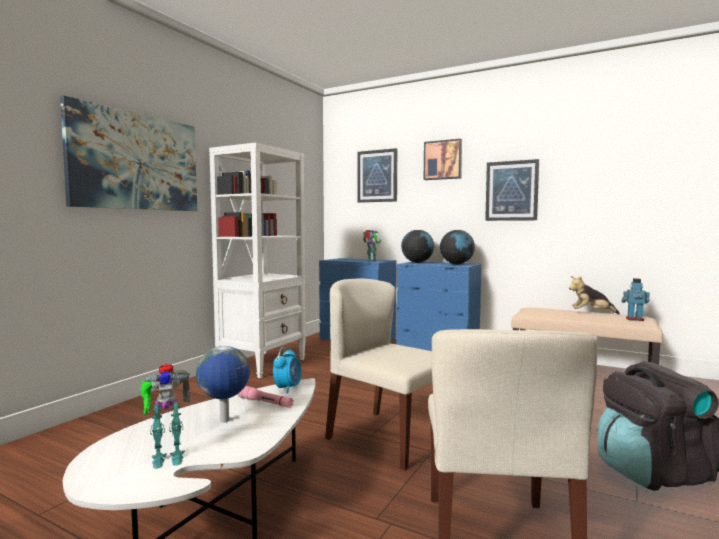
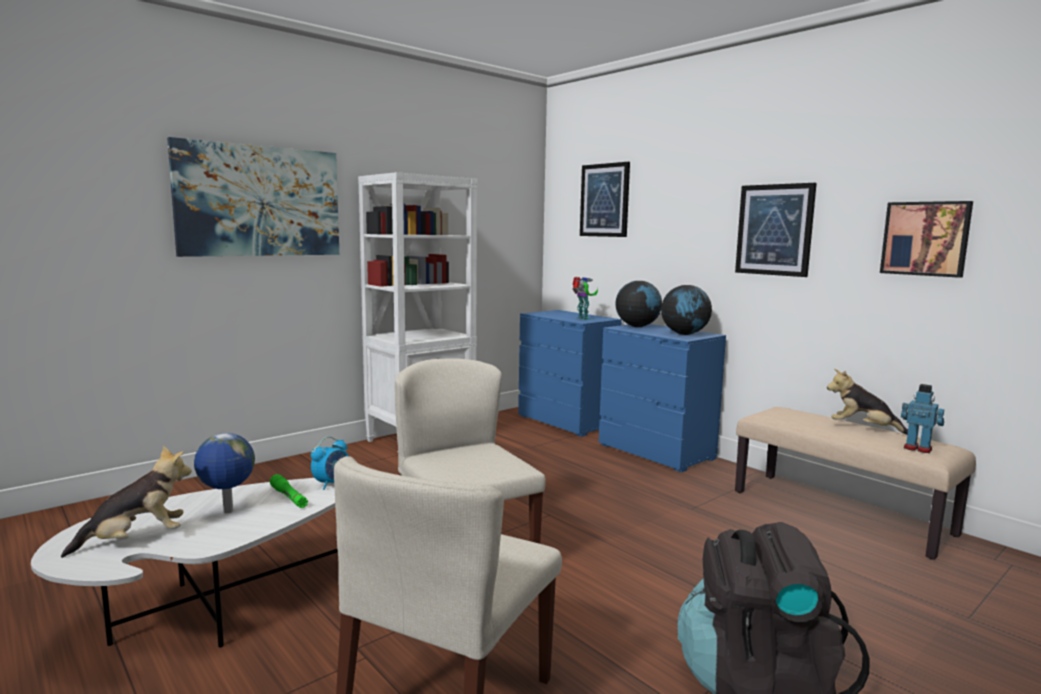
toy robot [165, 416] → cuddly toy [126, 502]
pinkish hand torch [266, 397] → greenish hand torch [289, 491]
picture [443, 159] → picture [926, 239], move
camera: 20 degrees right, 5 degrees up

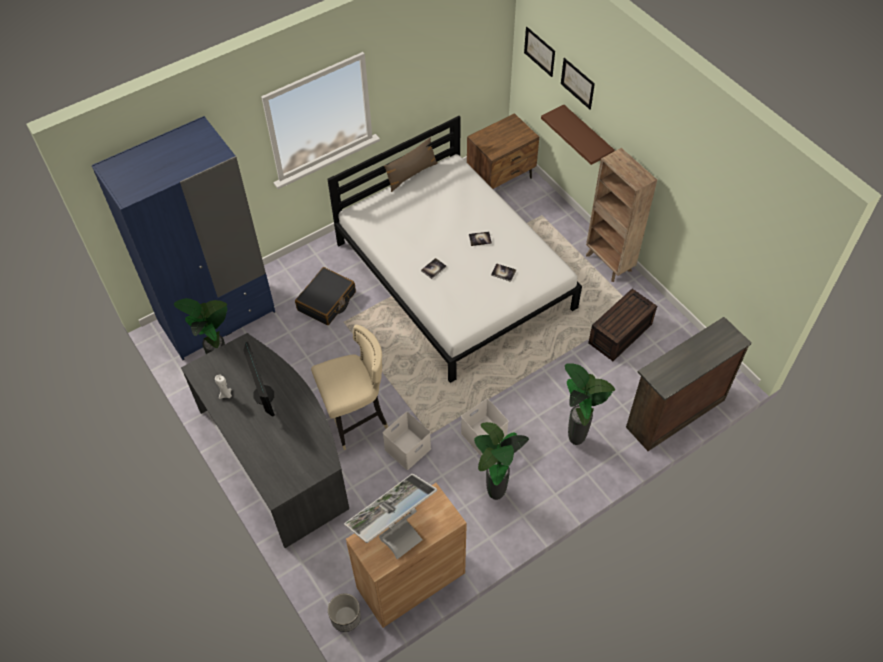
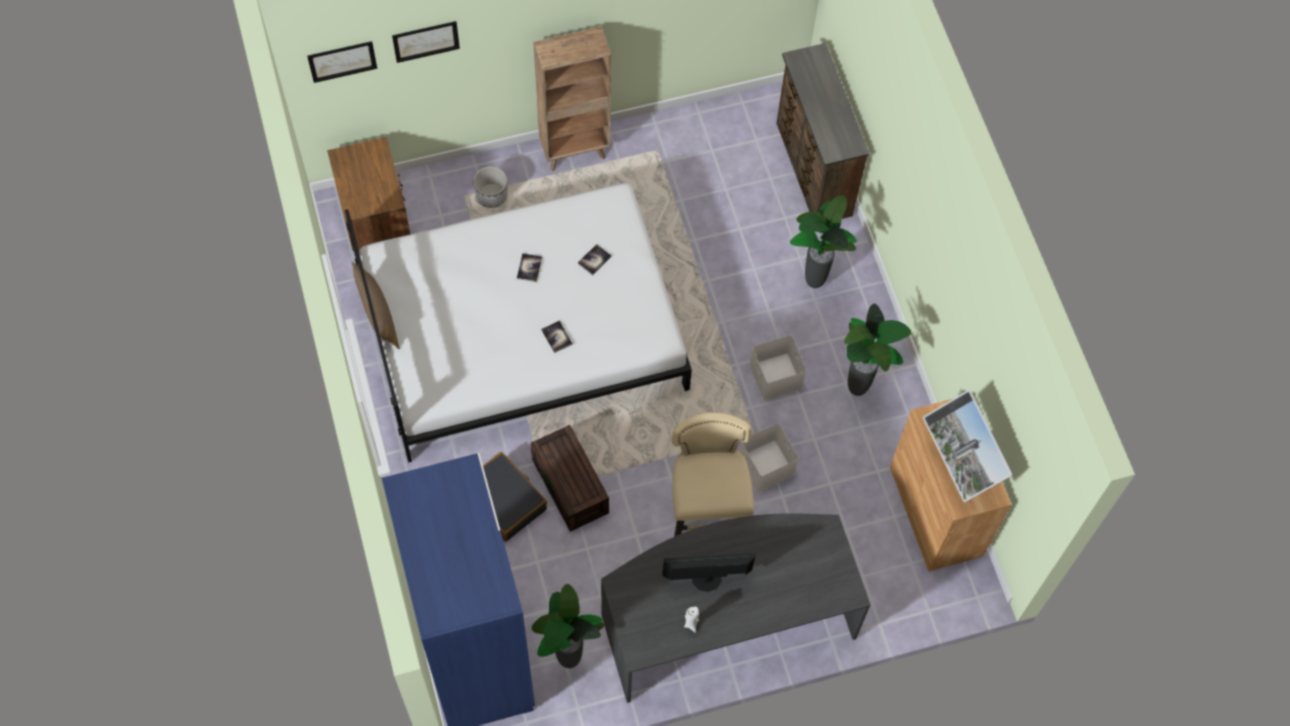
flower pot [344, 612] → flower pot [490, 187], move
brown-coloured storage box [622, 325] → brown-coloured storage box [570, 478], move
brown-coloured bracket shelf [578, 135] → -
camera: 75 degrees left, 10 degrees up

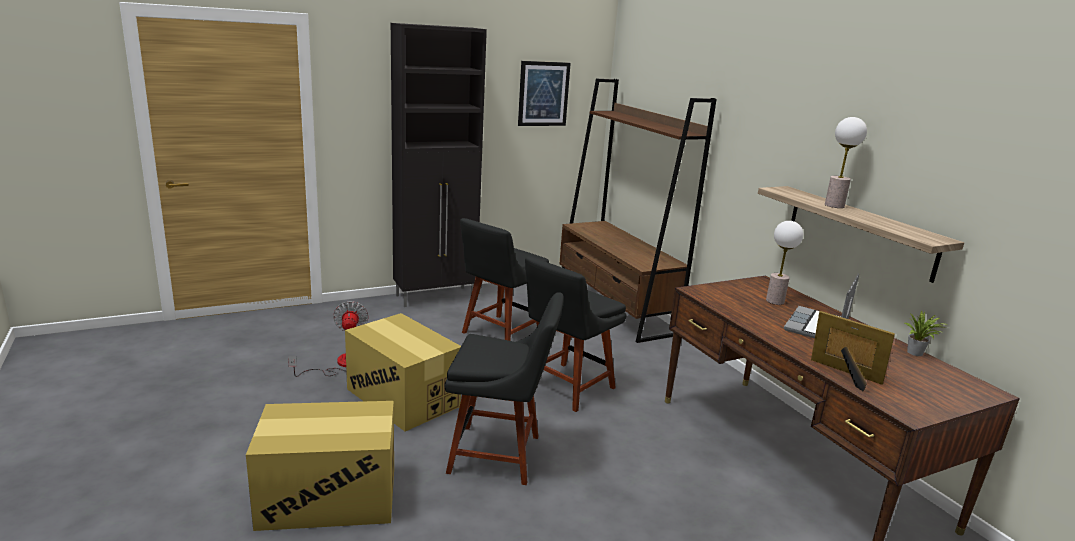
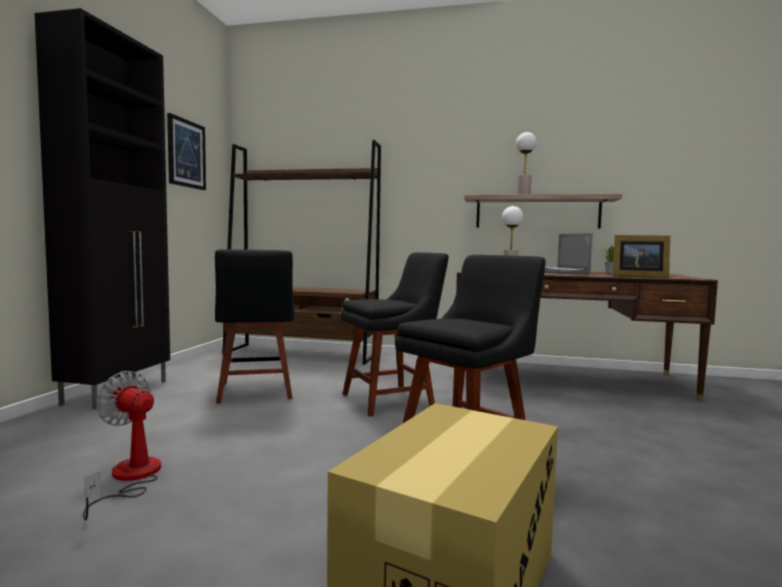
blackish plain chair [575, 334] → blackish plain chair [395, 334], 105 degrees counterclockwise
photo frame [853, 351] → photo frame [641, 256], 150 degrees counterclockwise
carton [403, 372] → -
camera: 50 degrees left, 15 degrees down

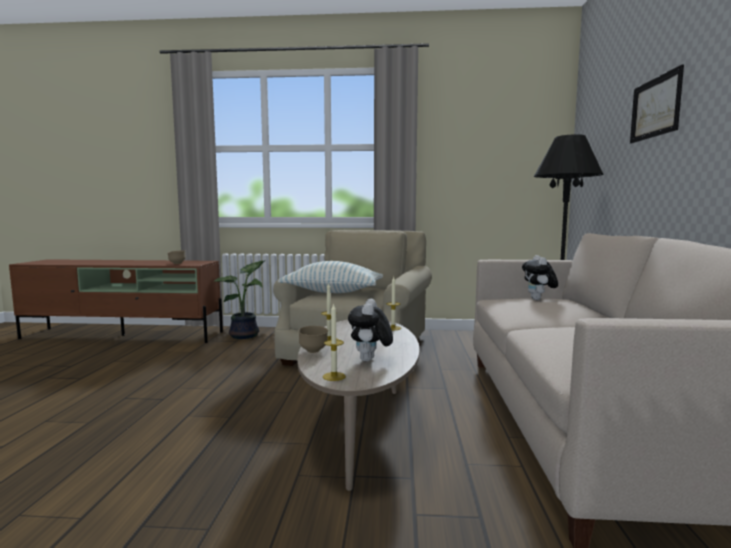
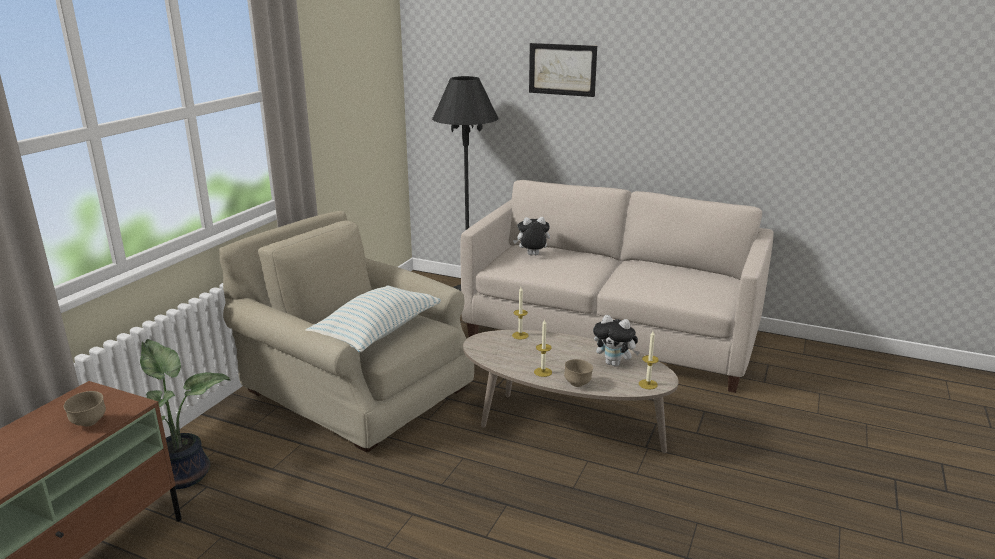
cuddly toy [540, 277] → cuddly toy [531, 236], 150 degrees clockwise
camera: 70 degrees left, 15 degrees up

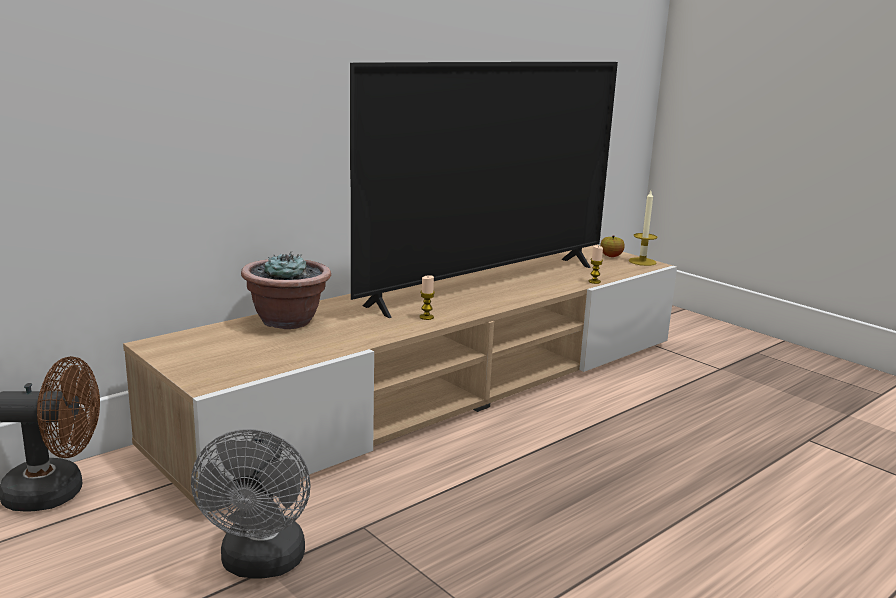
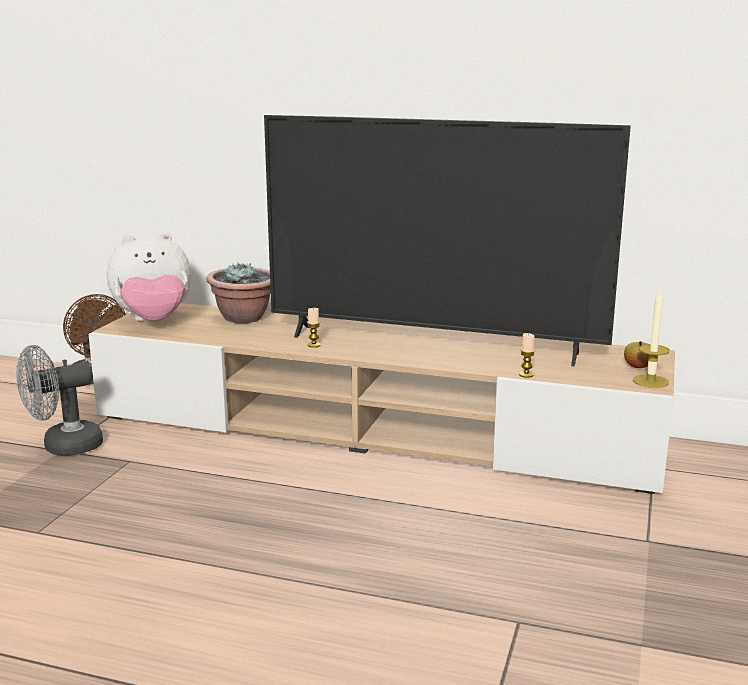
- → cuddly toy [149, 276]
camera: 60 degrees right, 0 degrees up

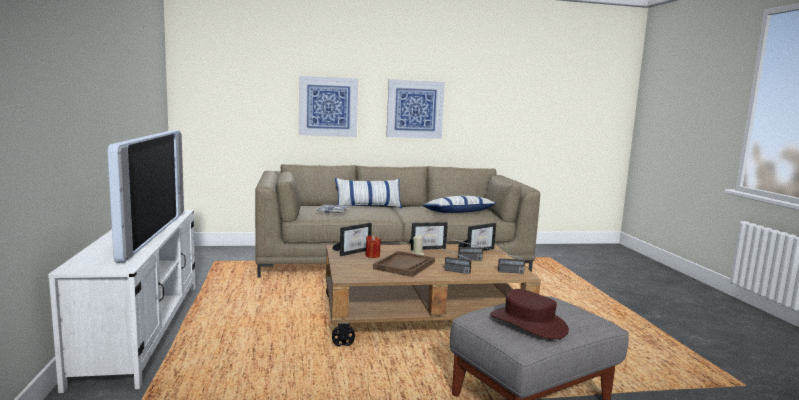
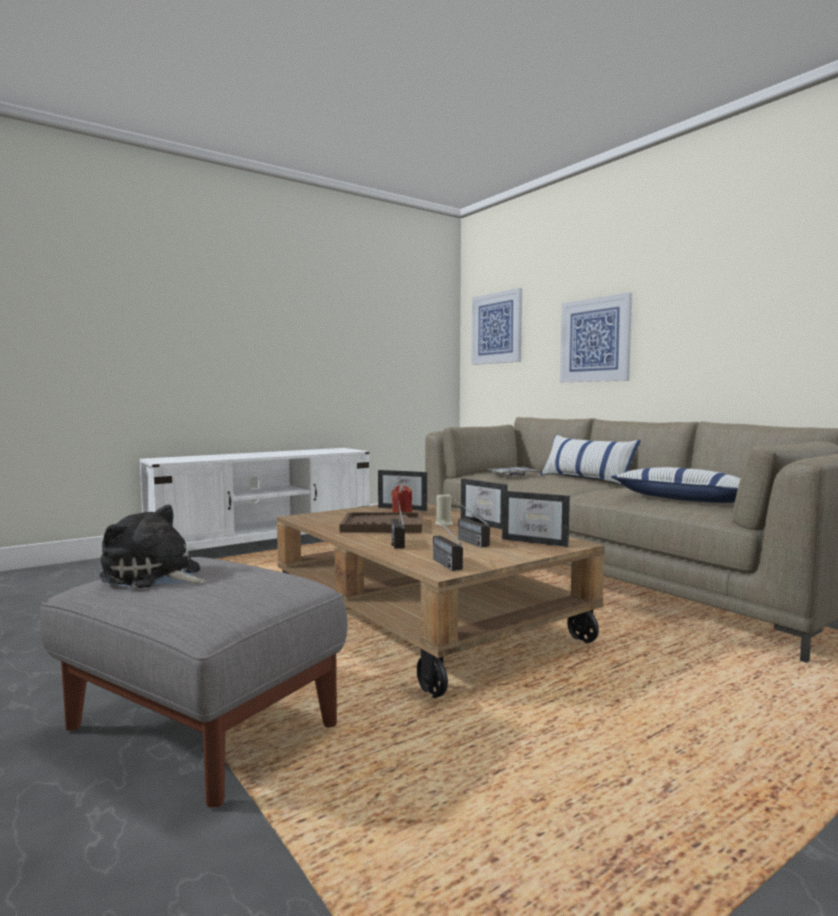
brown-coloured hat [529, 314] → cuddly toy [153, 546]
picture [415, 109] → picture [497, 326], move
TV set [146, 196] → -
camera: 65 degrees right, 5 degrees down

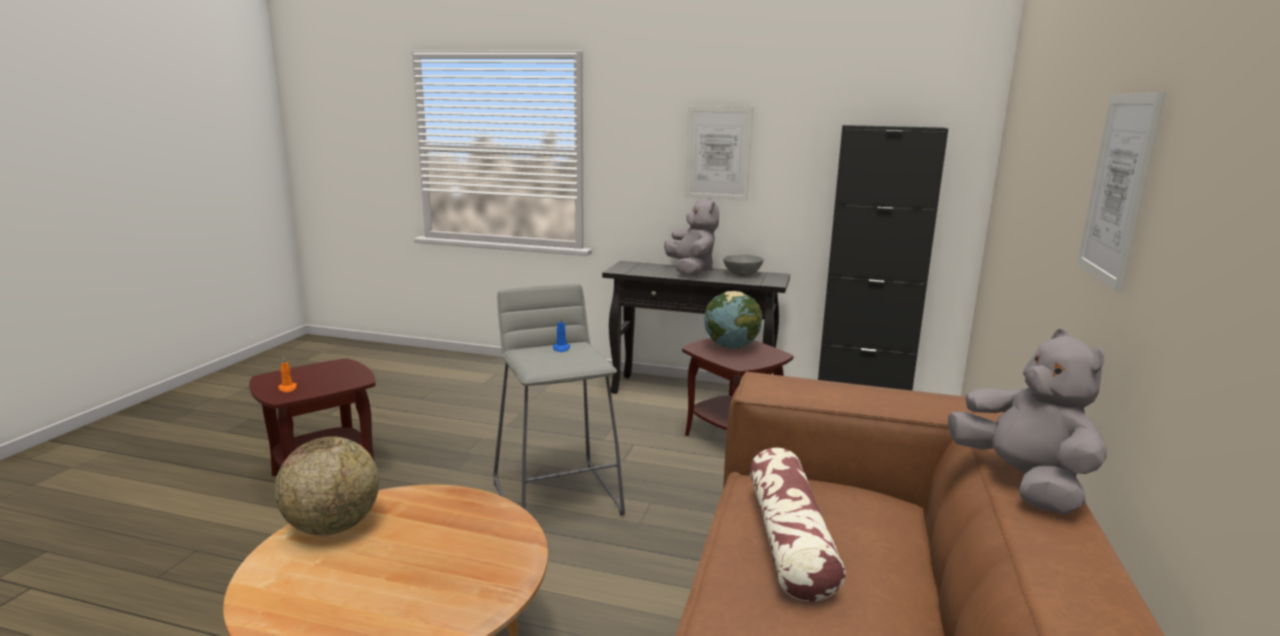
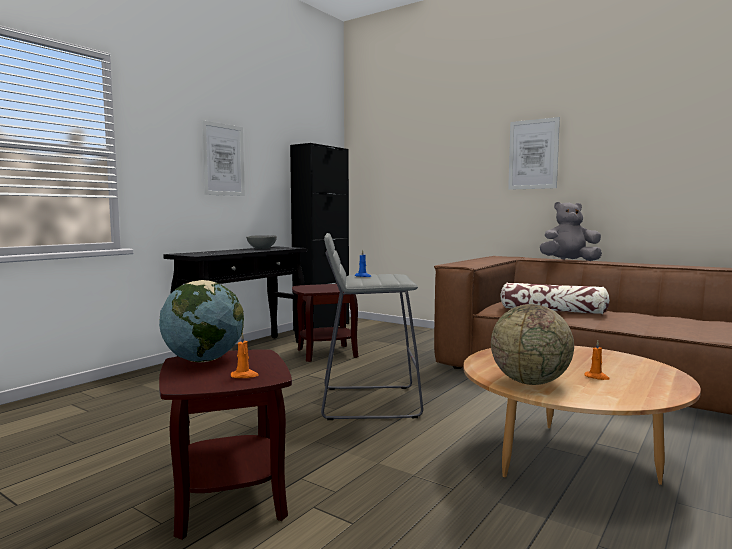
globe [733, 320] → globe [201, 321], move
- → orange wax light [597, 360]
gray cuddly toy [691, 236] → -
camera: 70 degrees left, 10 degrees down

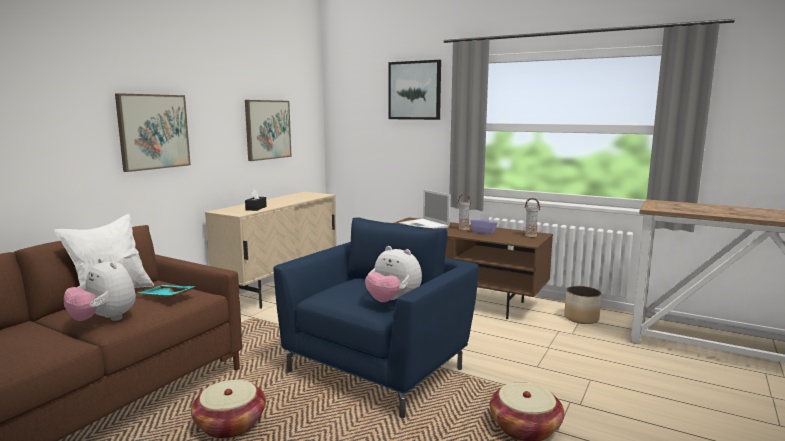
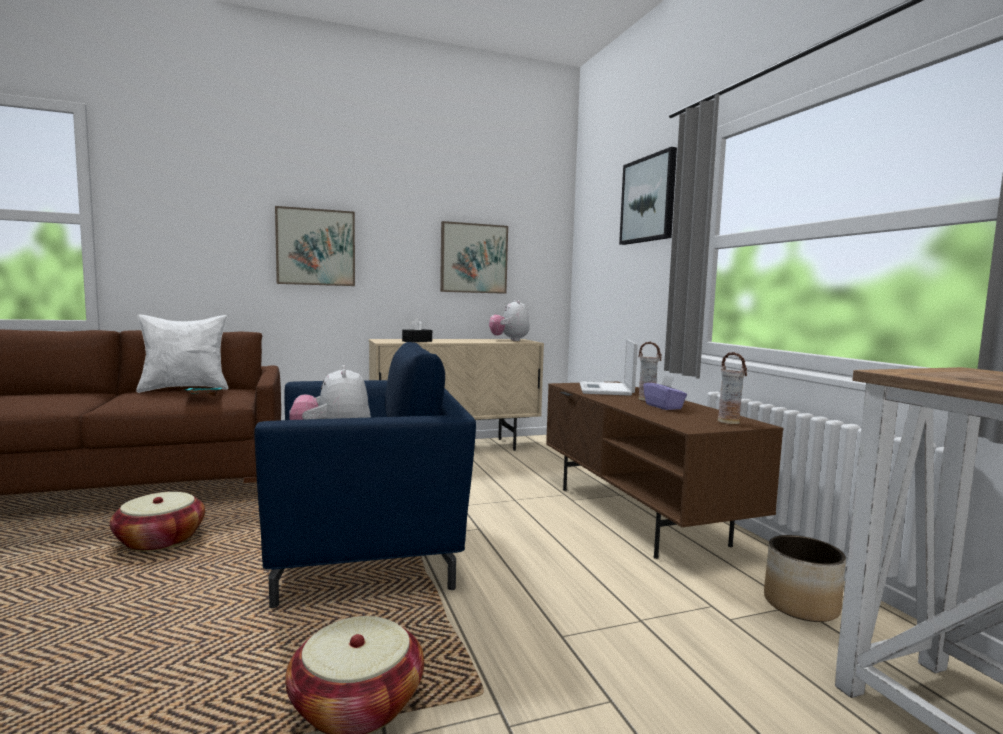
cuddly toy [100, 289] → cuddly toy [509, 320], move
camera: 40 degrees right, 5 degrees down

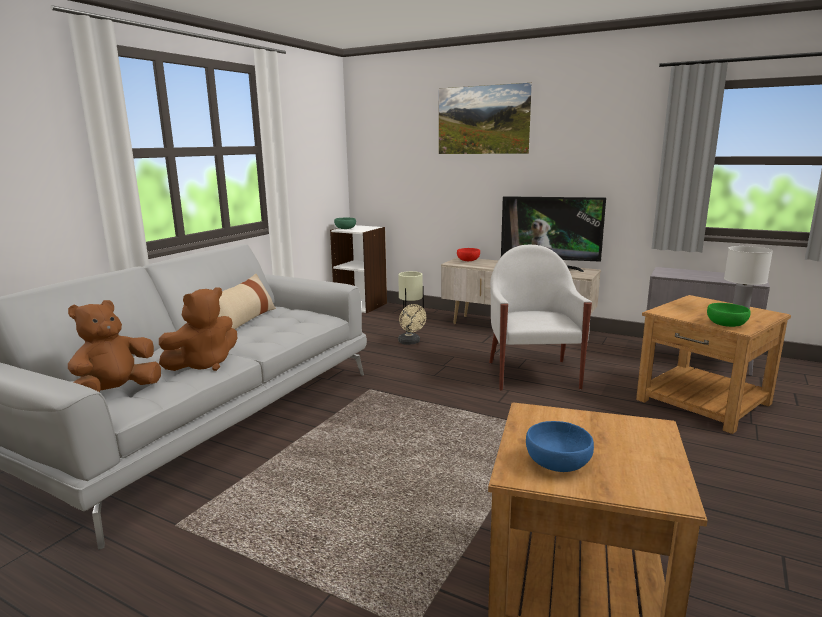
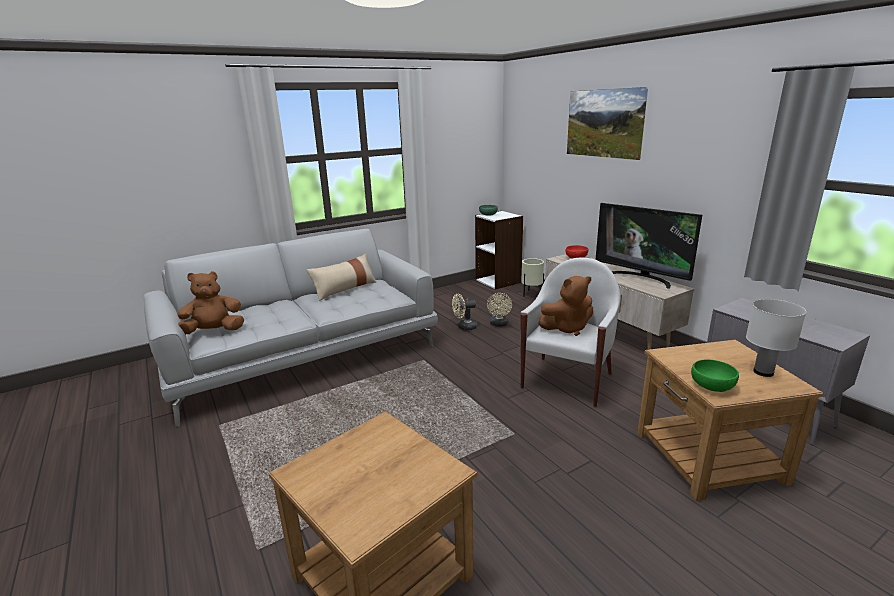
- → sand-coloured cooling fan [464, 312]
brown-coloured cuddly toy [198, 329] → brown-coloured cuddly toy [565, 306], move
blue-coloured serving bowl [560, 446] → -
camera: 30 degrees right, 5 degrees up

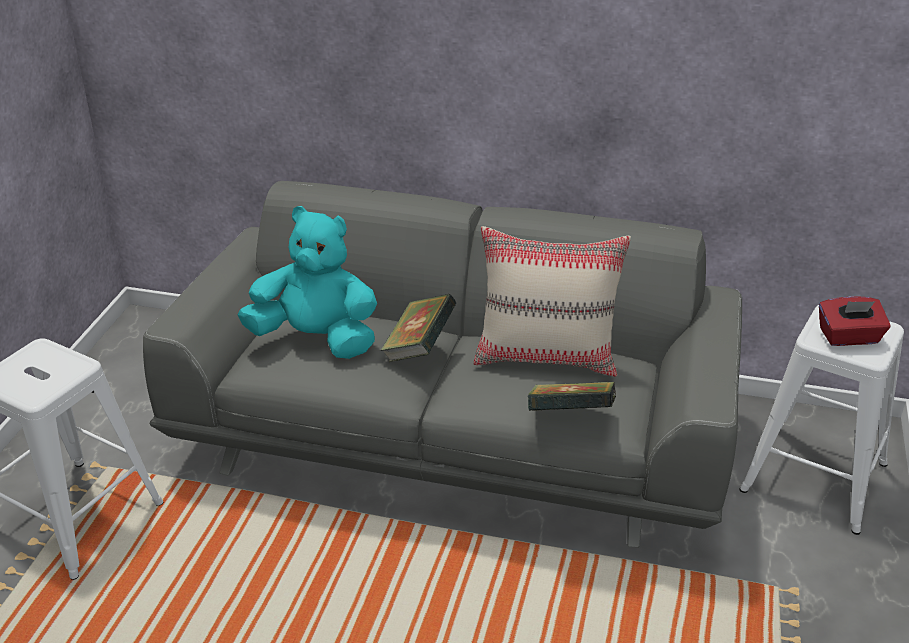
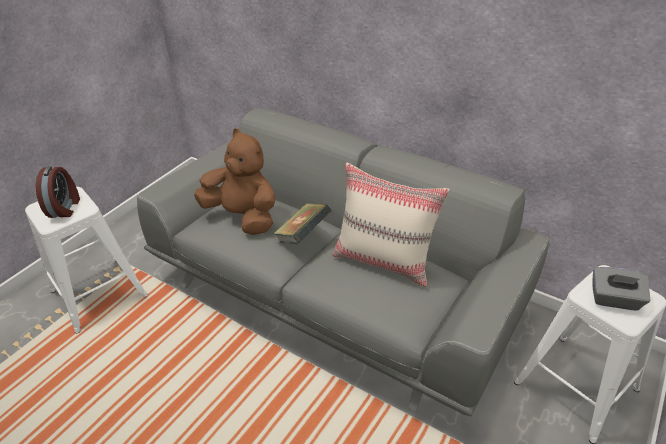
- → table clock [58, 192]
turquoise cuddly toy [307, 282] → brown-coloured cuddly toy [235, 181]
red-coloured box of tissues [855, 321] → gray box of tissues [621, 289]
bound book [572, 396] → -
camera: 20 degrees right, 5 degrees up

